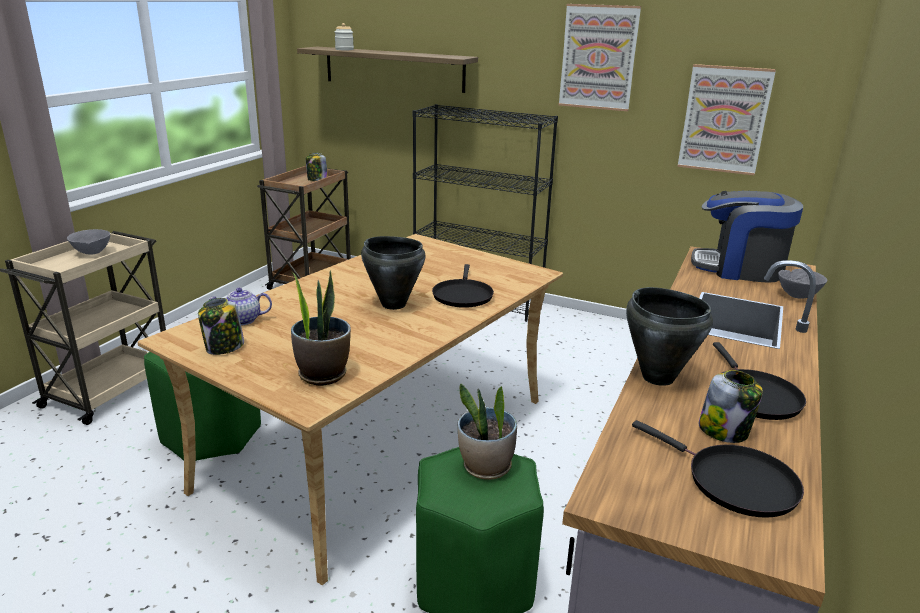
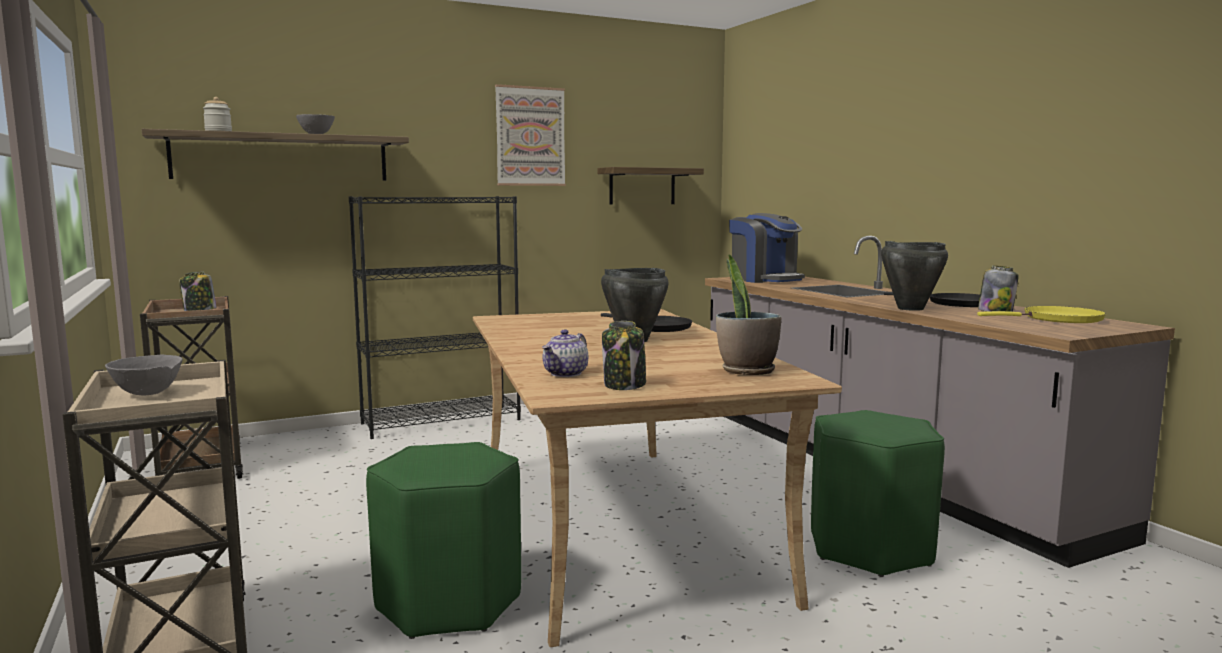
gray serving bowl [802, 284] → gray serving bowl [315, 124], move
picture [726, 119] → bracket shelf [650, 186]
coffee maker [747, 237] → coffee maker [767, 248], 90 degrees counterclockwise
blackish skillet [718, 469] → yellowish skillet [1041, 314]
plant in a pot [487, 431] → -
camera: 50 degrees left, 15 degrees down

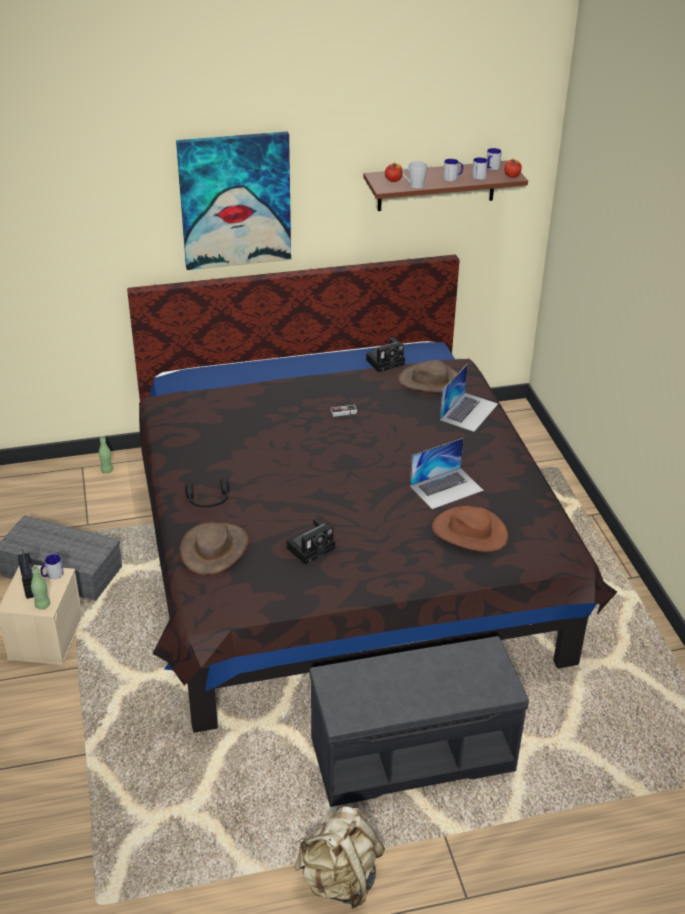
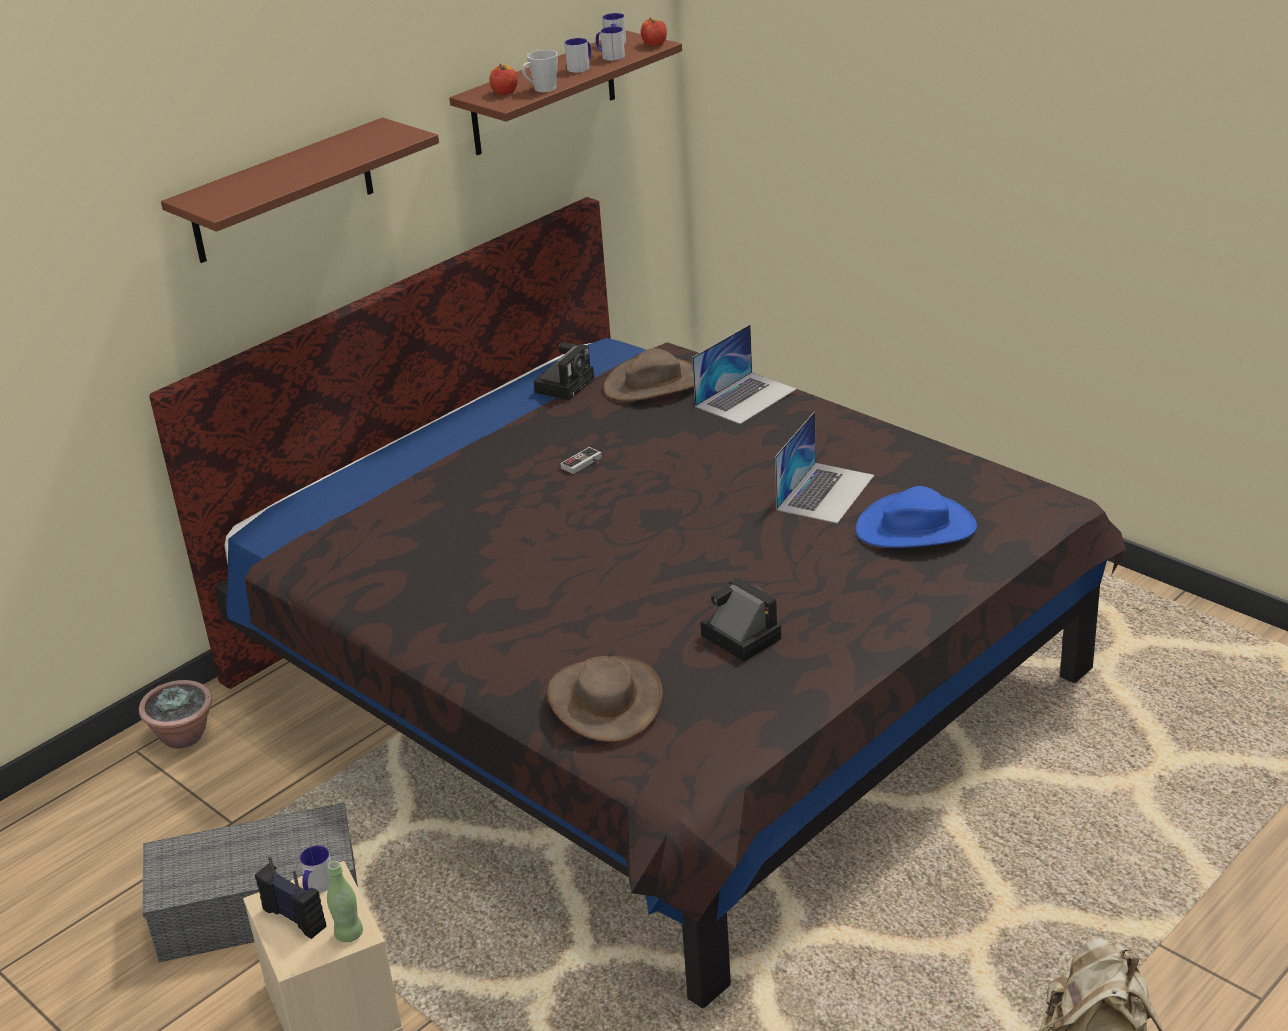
greenish drink bottle [106, 454] → plant in a pot [175, 714]
picture [233, 200] → brown-coloured bracket shelf [300, 190]
portable computer [469, 398] → portable computer [744, 374], 45 degrees clockwise
photo camera [310, 540] → photo camera [740, 619], 60 degrees counterclockwise
brown-coloured hat [470, 529] → blue-coloured hat [916, 517]
blackish headphones [207, 492] → -
gray long seat [419, 721] → -
camera: 30 degrees left, 5 degrees down

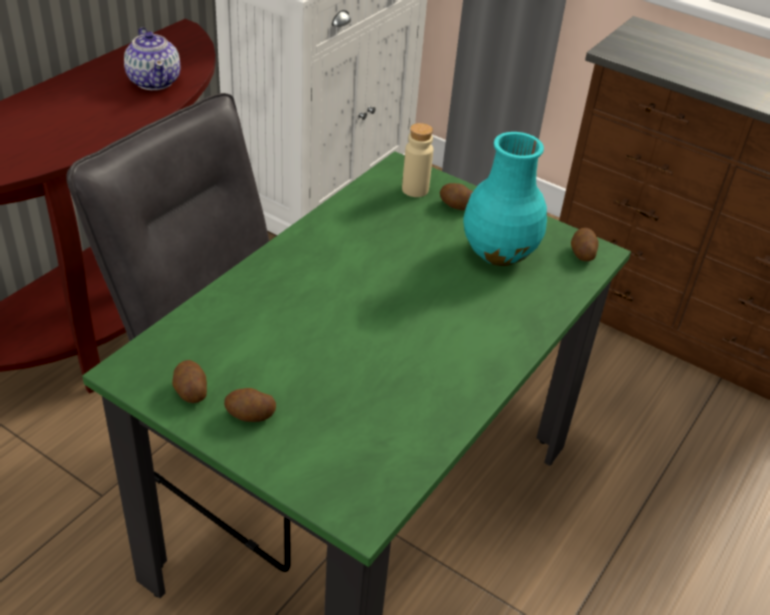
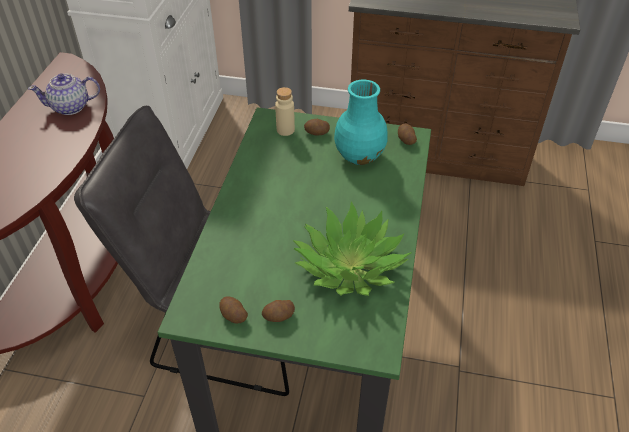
tea pot [152, 58] → tea pot [64, 94], 120 degrees clockwise
- → plant in a pot [352, 248]
camera: 20 degrees left, 5 degrees up

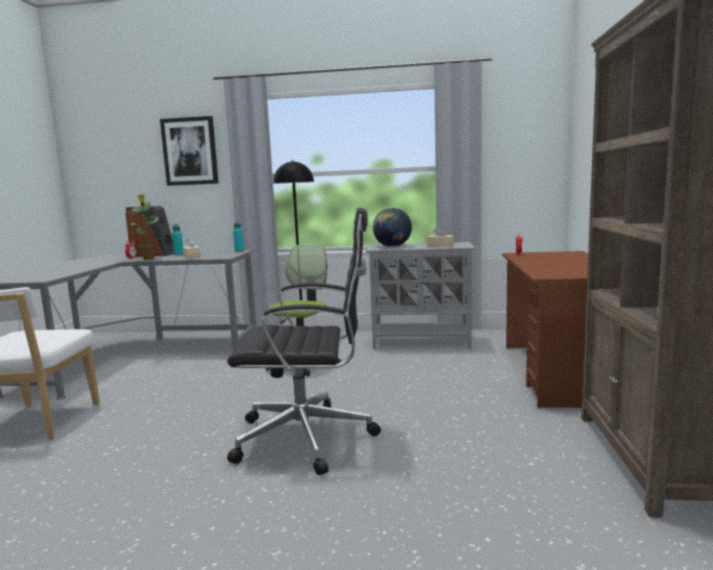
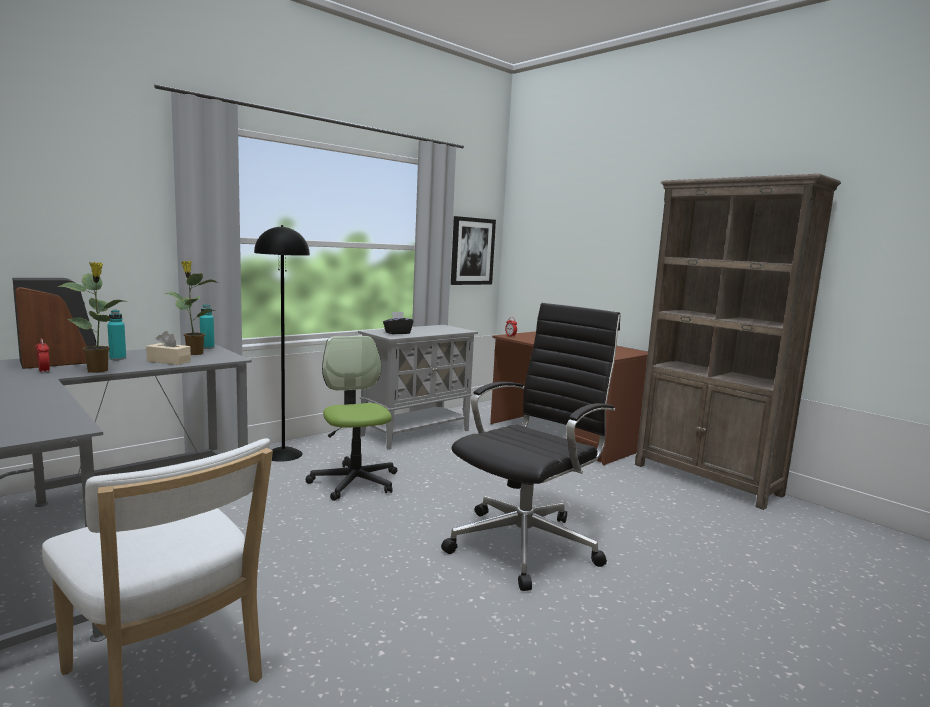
- → plant in a pot [191, 308]
globe [392, 227] → blackish box of tissues [398, 323]
picture [189, 151] → picture [473, 250], move
sand-coloured box of tissues [440, 236] → -
camera: 50 degrees left, 0 degrees up

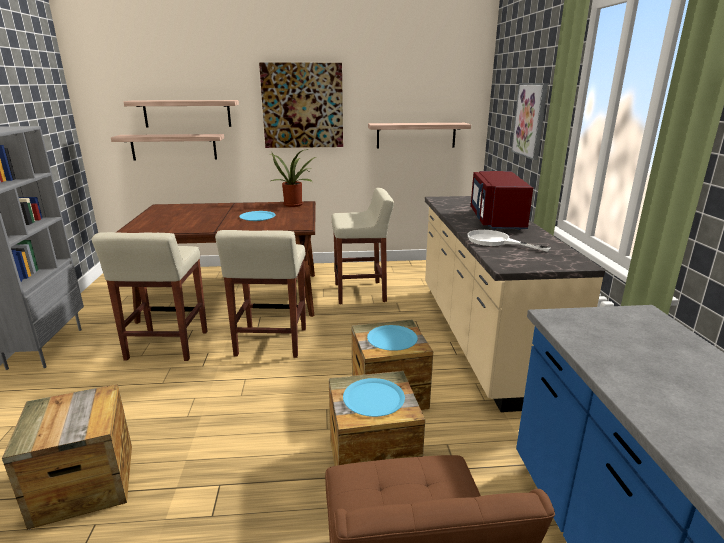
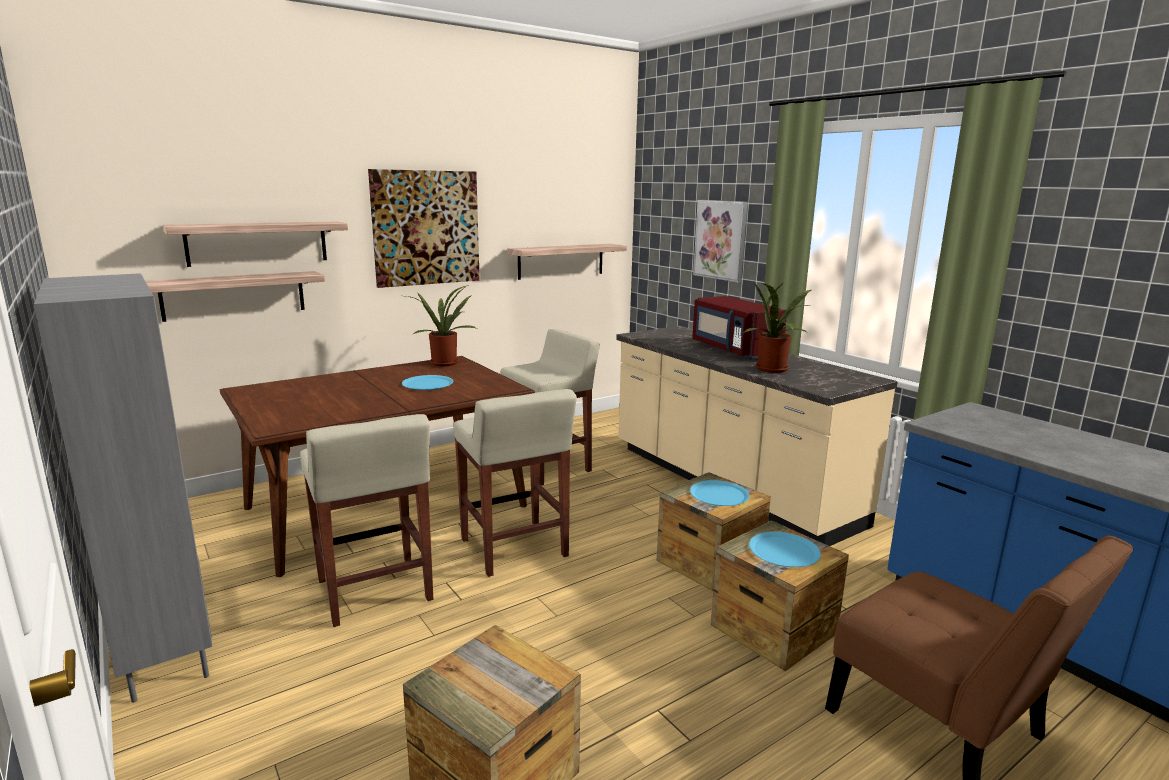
whitish skillet [509, 241] → plant in a pot [778, 327]
camera: 30 degrees left, 5 degrees down

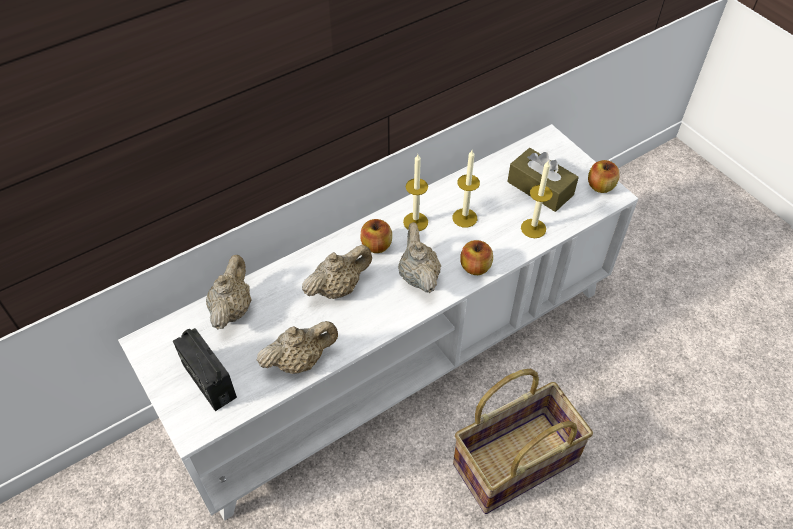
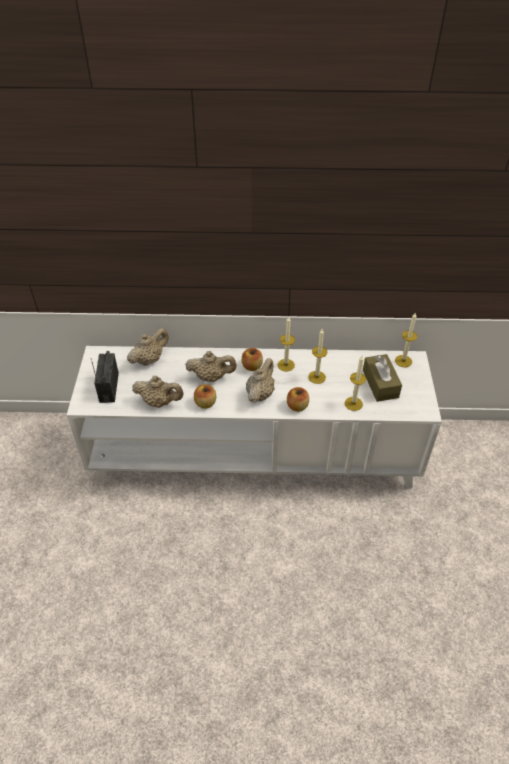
apple [604, 176] → apple [205, 396], move
- → wax light [406, 339]
household basket [523, 441] → -
camera: 35 degrees right, 5 degrees down

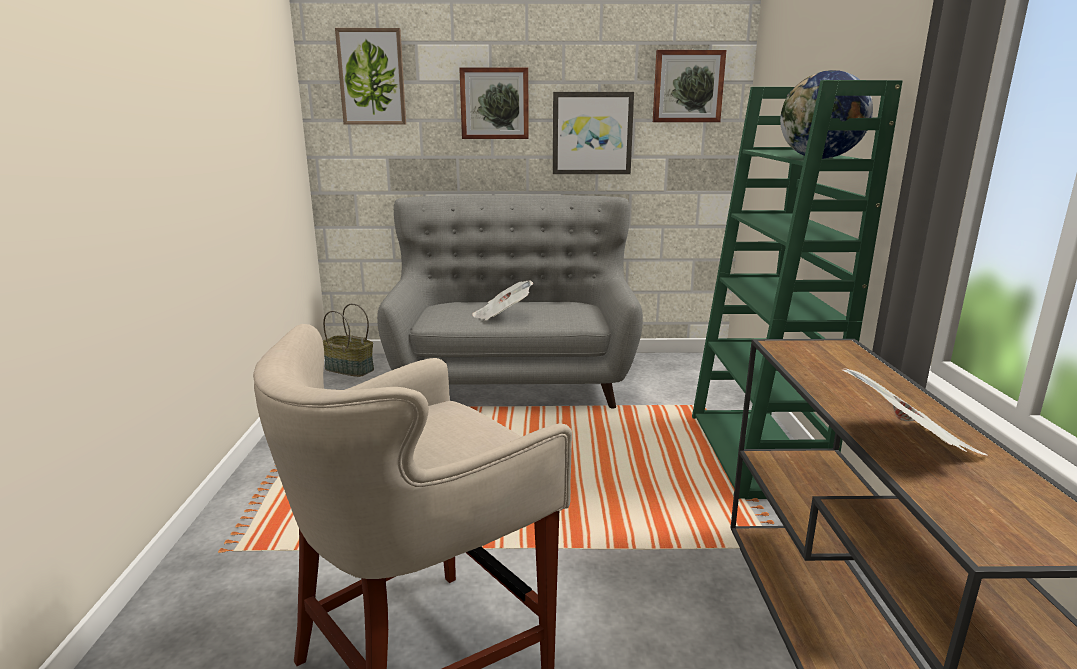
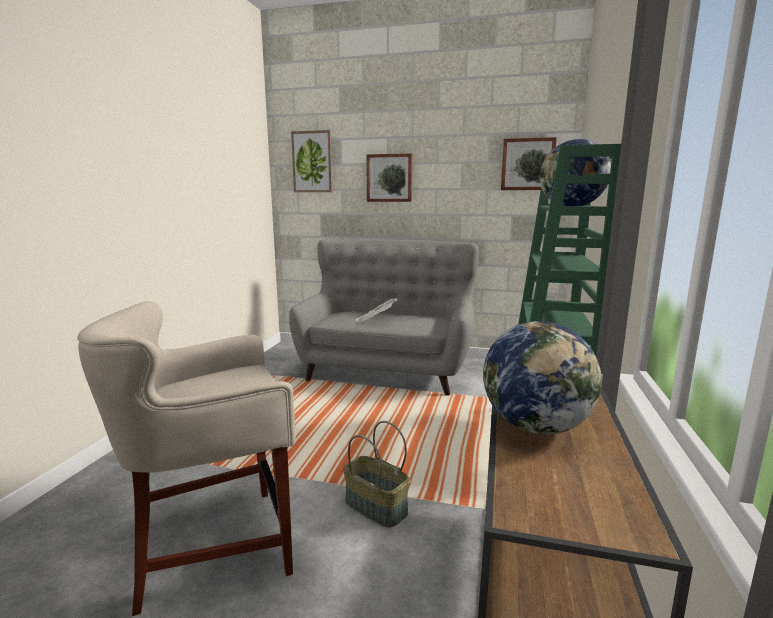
household basket [348, 340] → household basket [376, 474], move
printed paper [914, 411] → globe [543, 378]
picture [593, 133] → -
camera: 15 degrees right, 5 degrees down

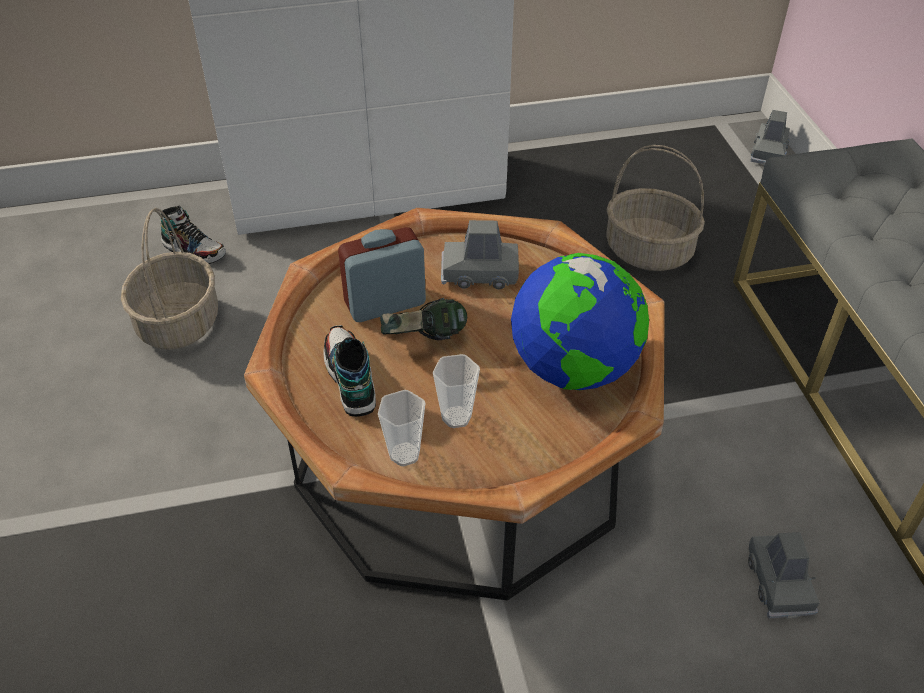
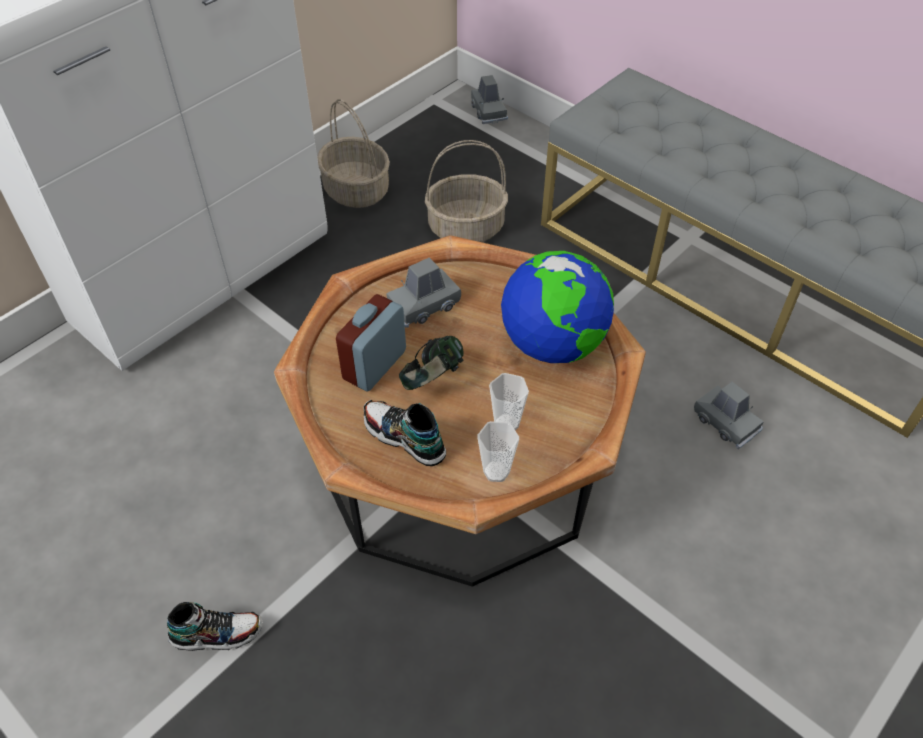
low shoe [193, 235] → low shoe [214, 626], move
household basket [169, 279] → household basket [353, 153], move
camera: 35 degrees left, 5 degrees up

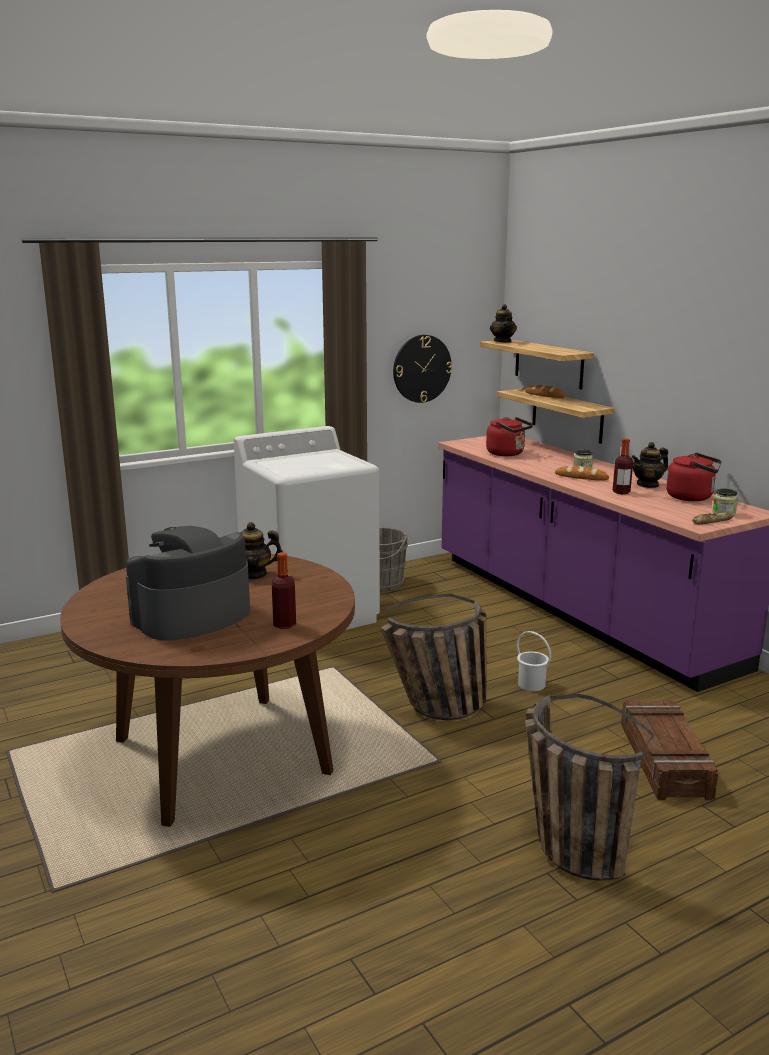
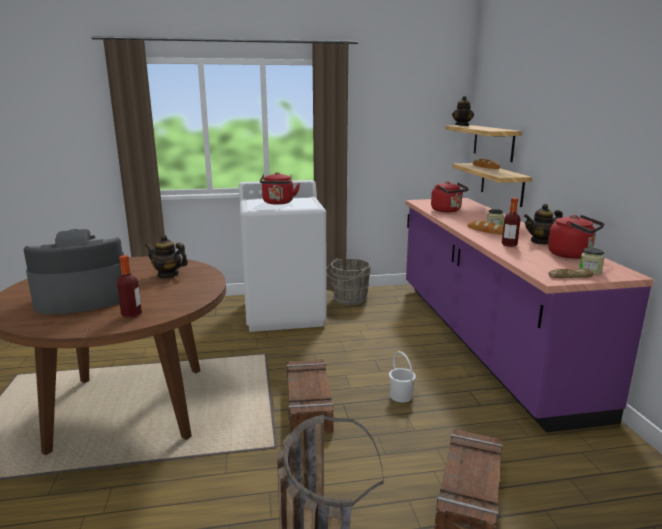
- → red-coloured kettle [280, 188]
household basket [434, 657] → packing crate [310, 396]
wall clock [422, 369] → -
camera: 20 degrees right, 0 degrees up

